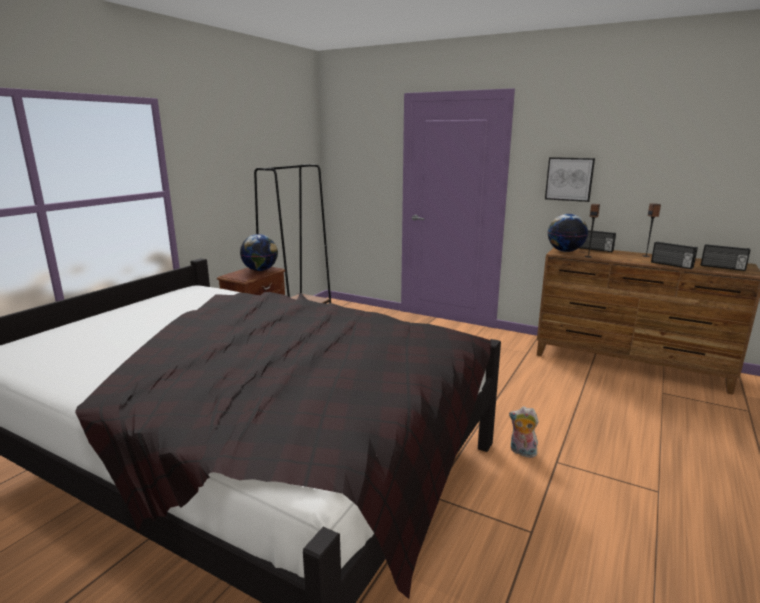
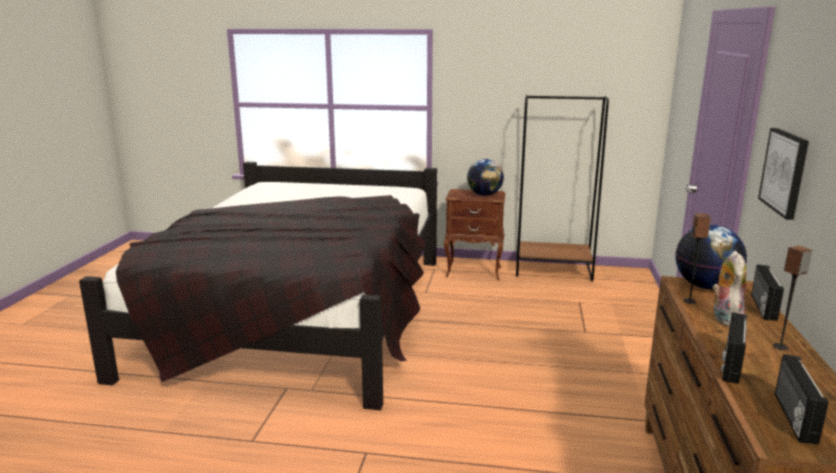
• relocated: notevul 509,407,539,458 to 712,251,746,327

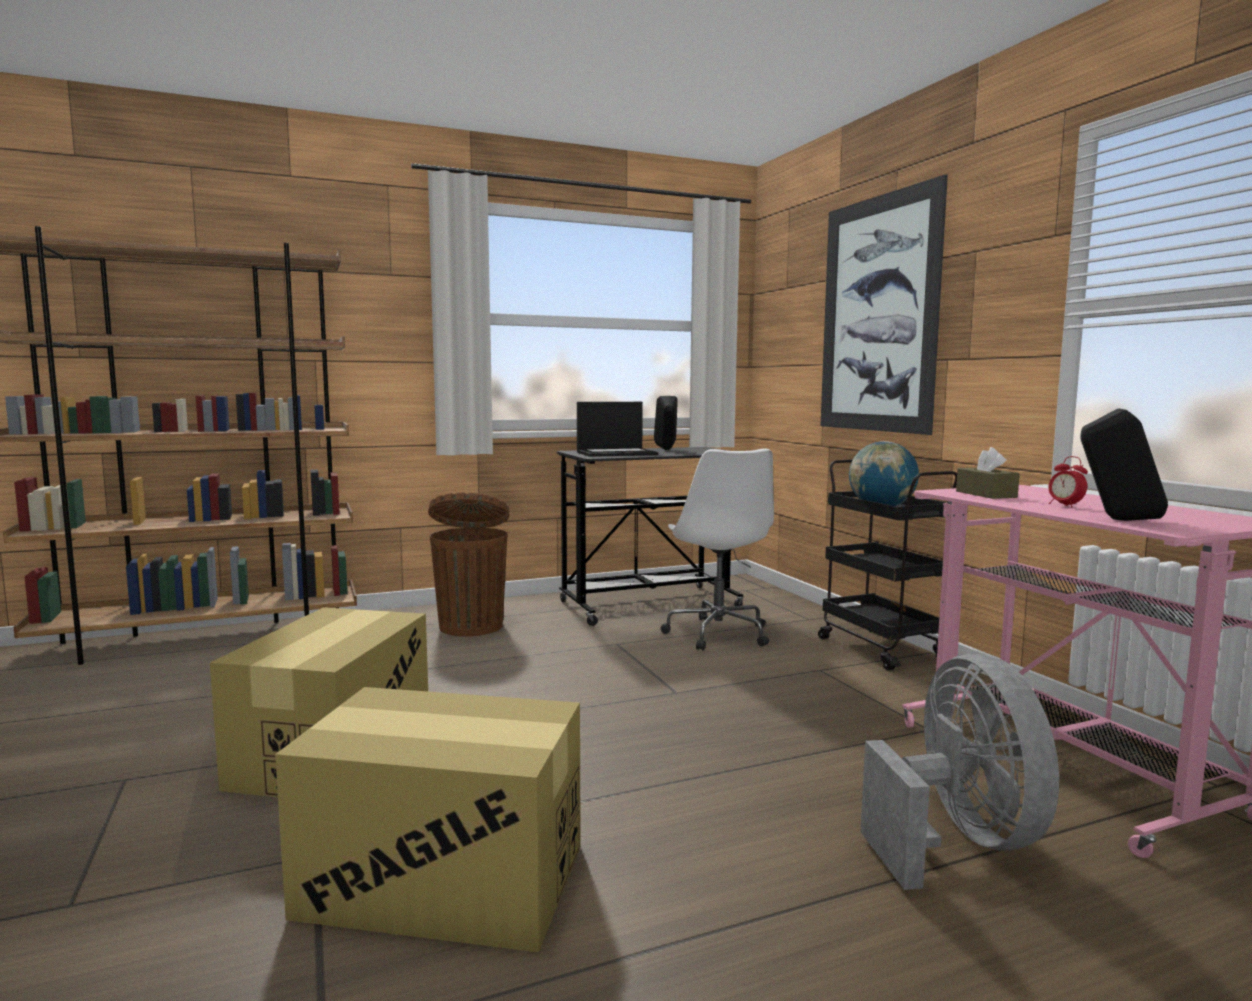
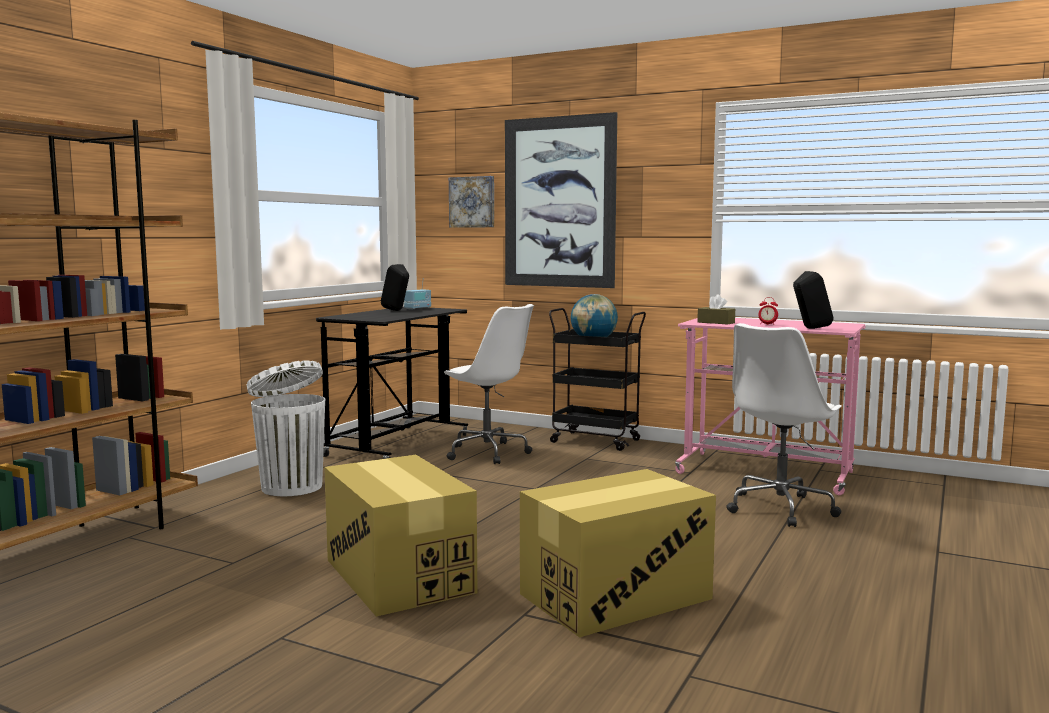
• missing: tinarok 577,402,658,457
• colour: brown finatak 428,493,509,636 to white finatak 246,360,325,496
• exchanged: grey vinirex 861,654,1059,890 to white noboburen 726,323,842,527
• appeared: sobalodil 449,176,494,228
• appeared: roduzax 404,278,431,309

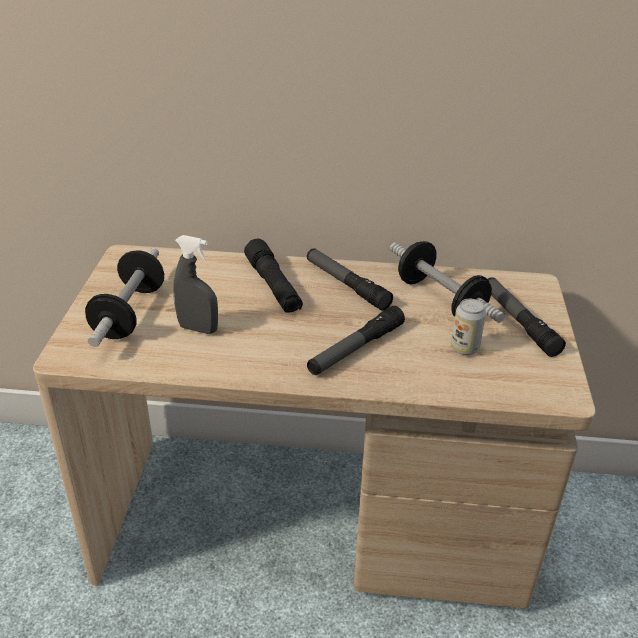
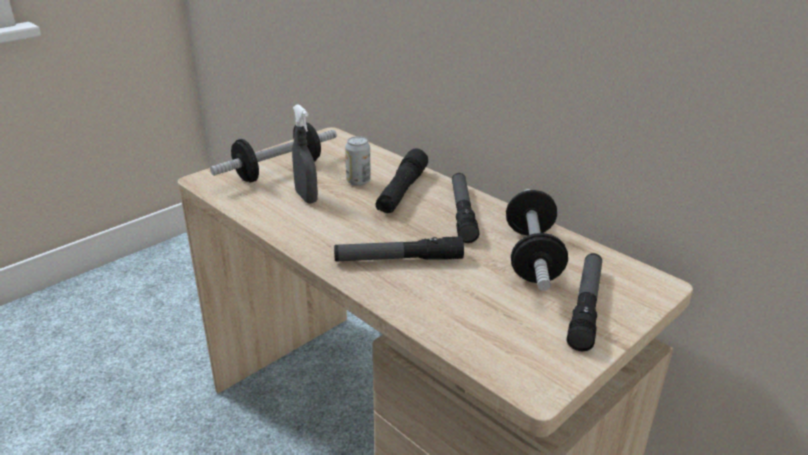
• relocated: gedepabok 451,299,486,355 to 345,136,371,186

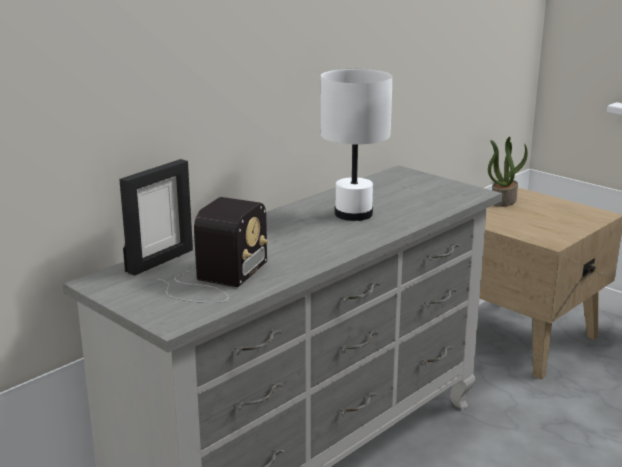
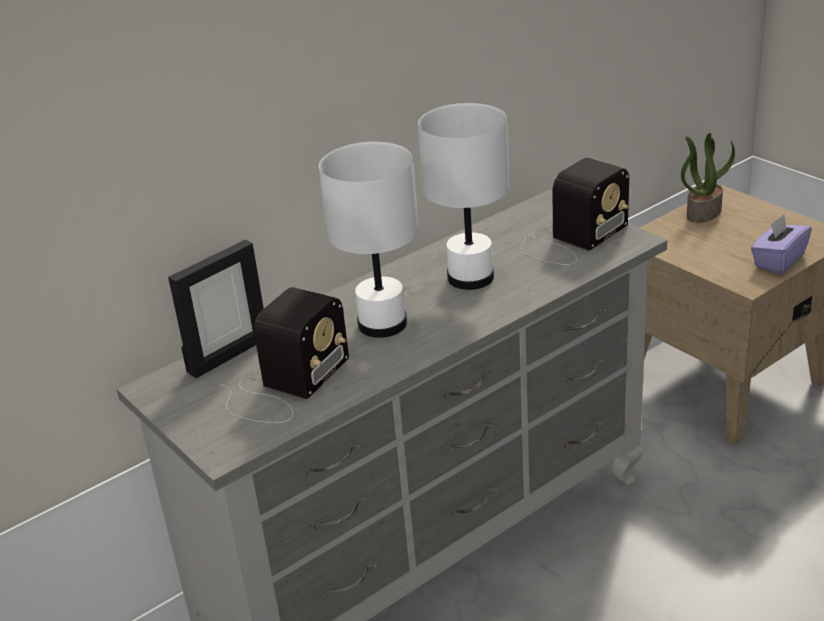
• appeared: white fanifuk 319,142,418,338
• appeared: roduzax 516,158,629,265
• appeared: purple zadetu 751,214,812,274

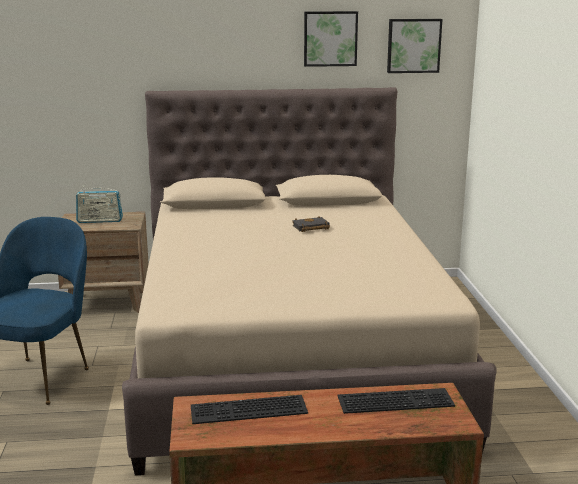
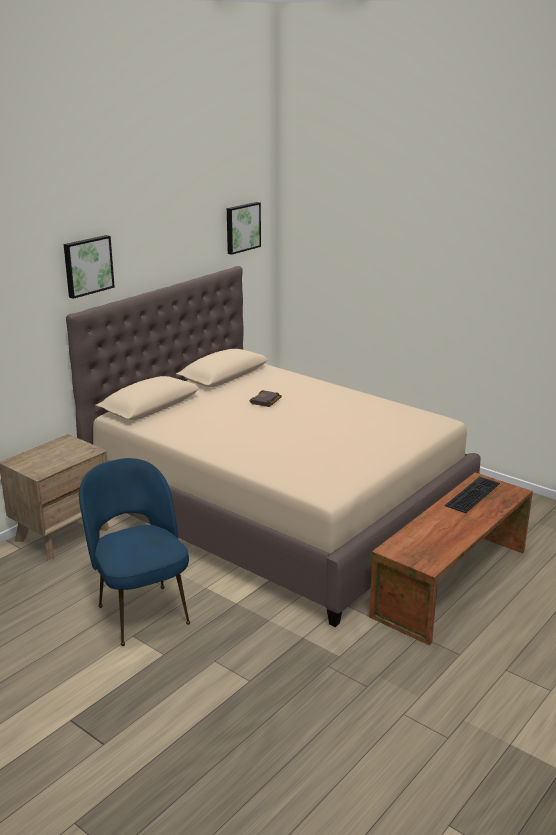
• relocated: sobalodil 304,11,358,67 to 64,235,115,299
• missing: roduzax 76,185,123,223
• missing: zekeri 191,395,308,424

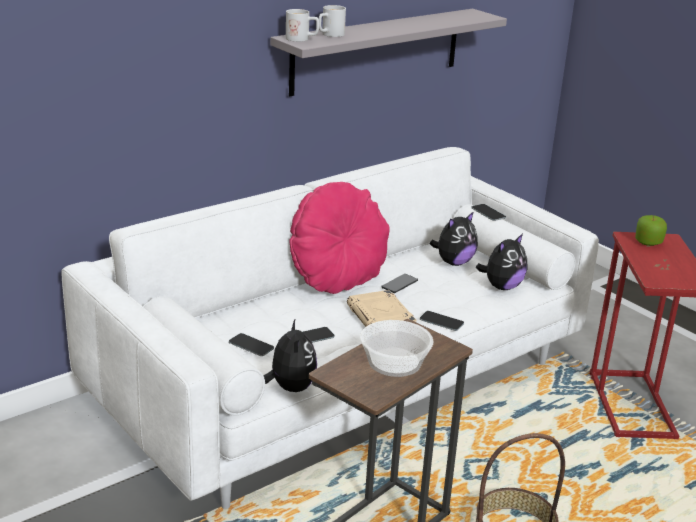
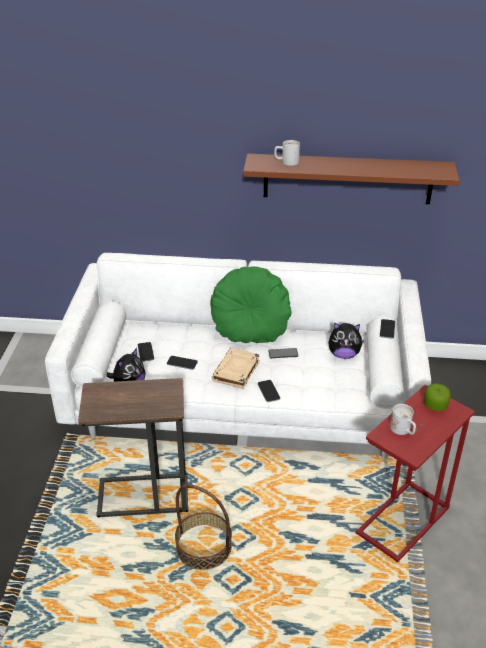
• colour: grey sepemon 270,9,507,96 to brown sepemon 243,154,460,204
• relocated: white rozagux 286,9,319,42 to 390,404,416,435
• colour: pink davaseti 289,182,390,294 to green davaseti 210,266,292,343
• missing: notevul 476,234,527,290
• missing: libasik 360,320,434,377

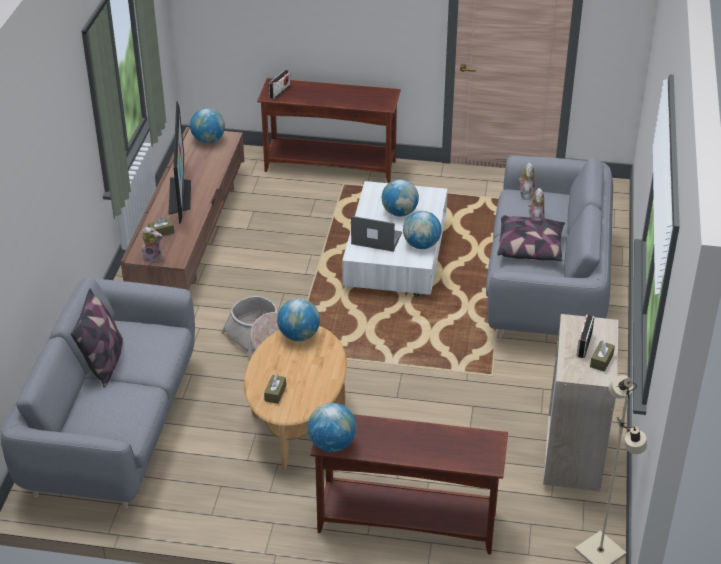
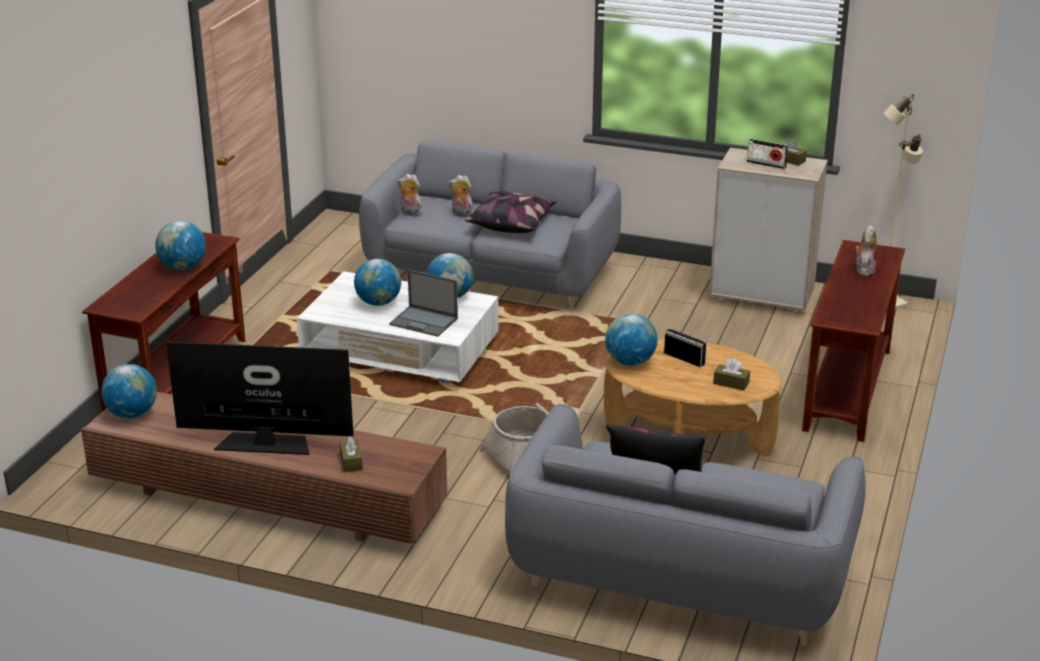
• relocated: roduzax 269,70,291,99 to 664,328,707,367
• spun: tinarok 351,216,402,252 = 389,270,458,337 90 degrees counterclockwise
• relocated: notevul 141,227,163,263 to 855,225,876,276
• relocated: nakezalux 307,403,356,452 to 155,221,206,270

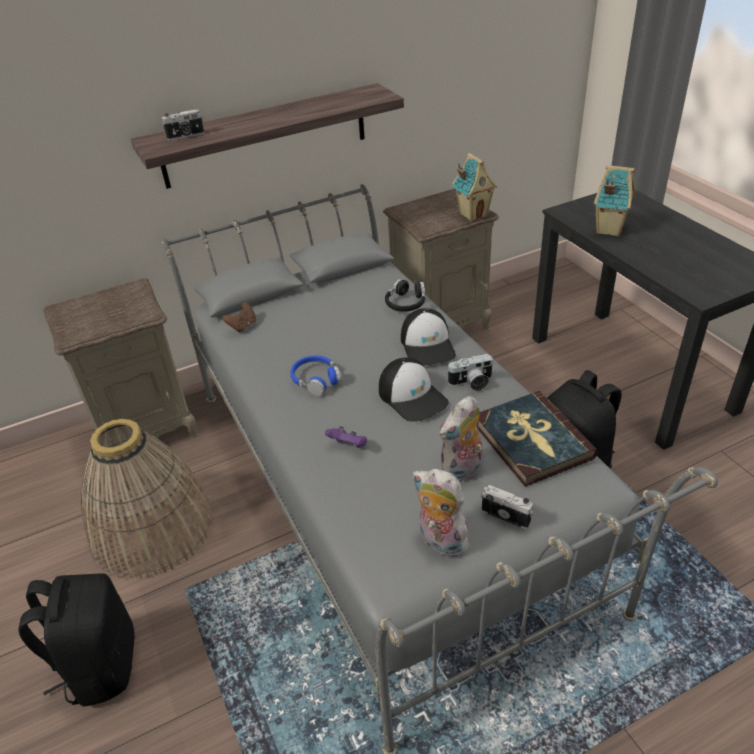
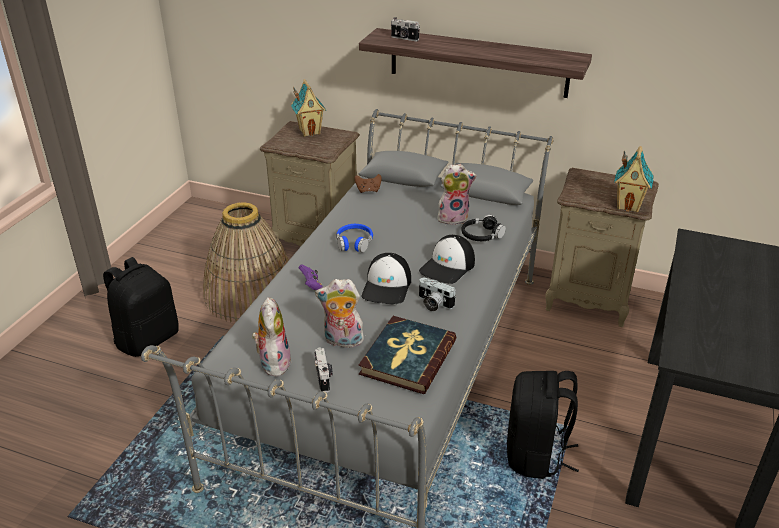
• relocated: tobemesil 594,165,635,237 to 291,79,326,137
• appeared: notevul 438,164,477,225

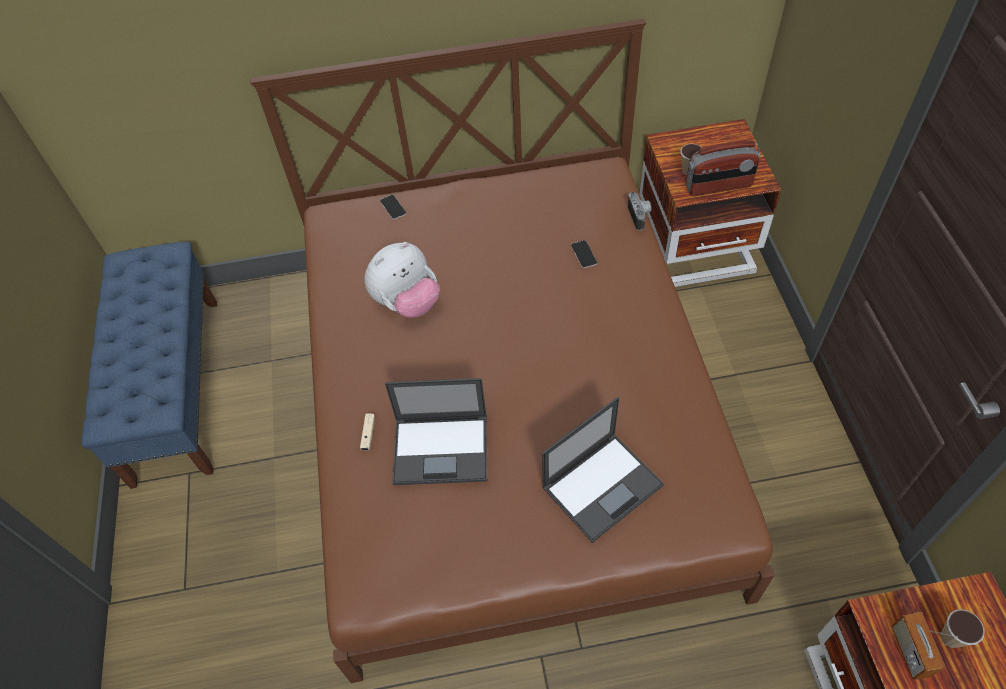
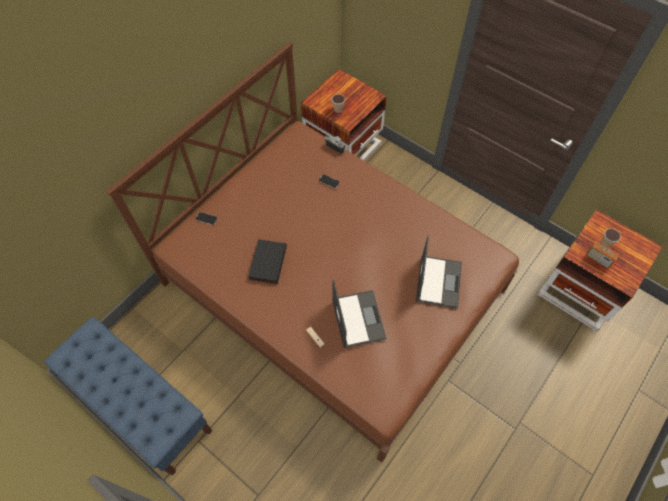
• missing: roduzax 686,140,761,196
• exchanged: notevul 364,242,440,318 to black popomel 248,239,287,284
• spun: tinarok 385,378,487,485 = 332,279,387,348 60 degrees counterclockwise

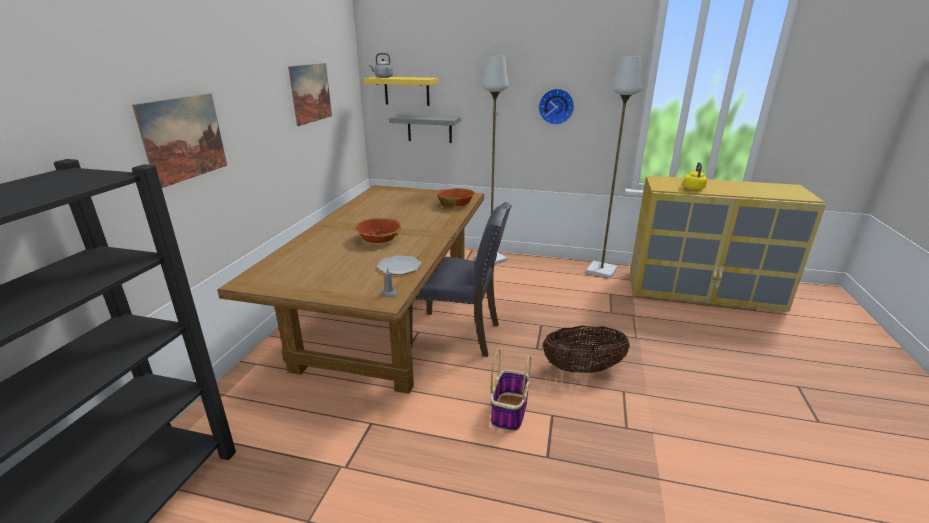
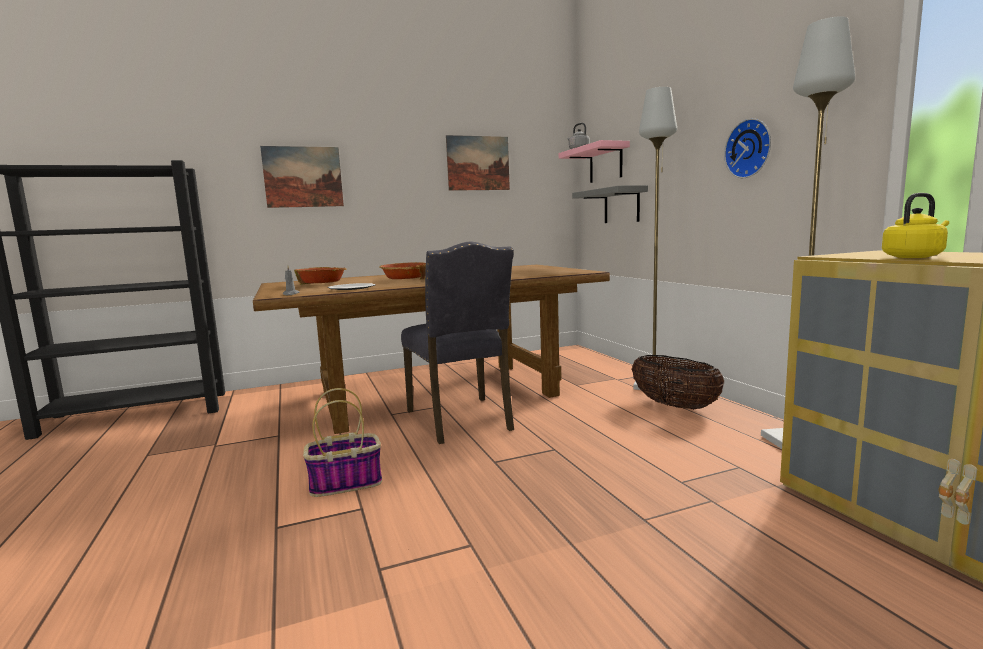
• colour: yellow sepemon 364,77,438,106 to pink sepemon 559,140,630,183
• relocated: libasik 437,188,475,209 to 294,267,347,285
• relocated: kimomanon 542,326,630,373 to 631,355,724,410

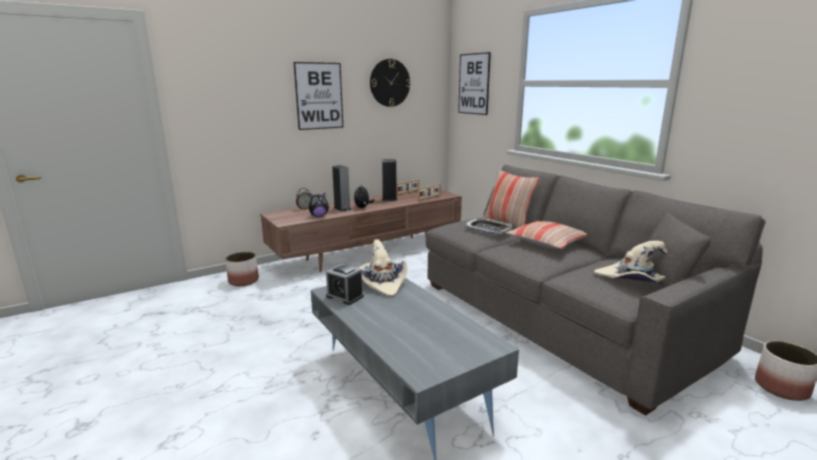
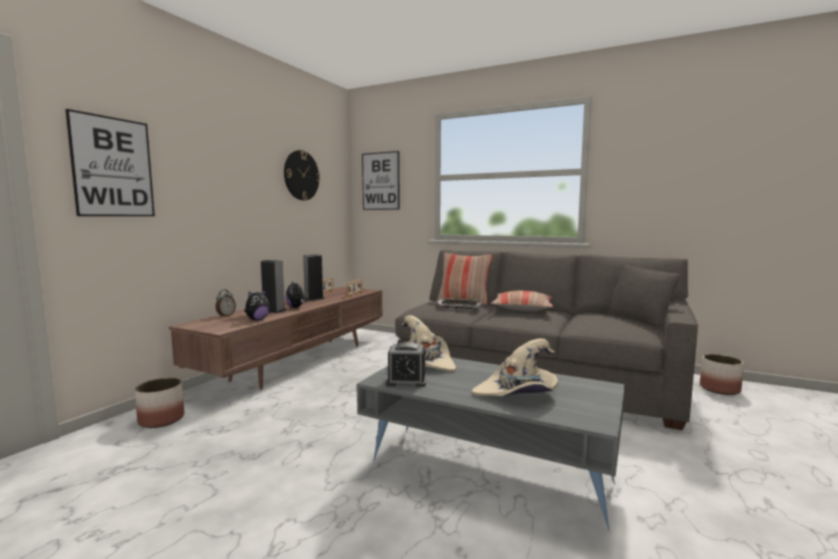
• relocated: sobalodil 294,62,343,130 to 65,109,155,216
• relocated: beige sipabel 594,241,667,282 to 472,338,558,396

